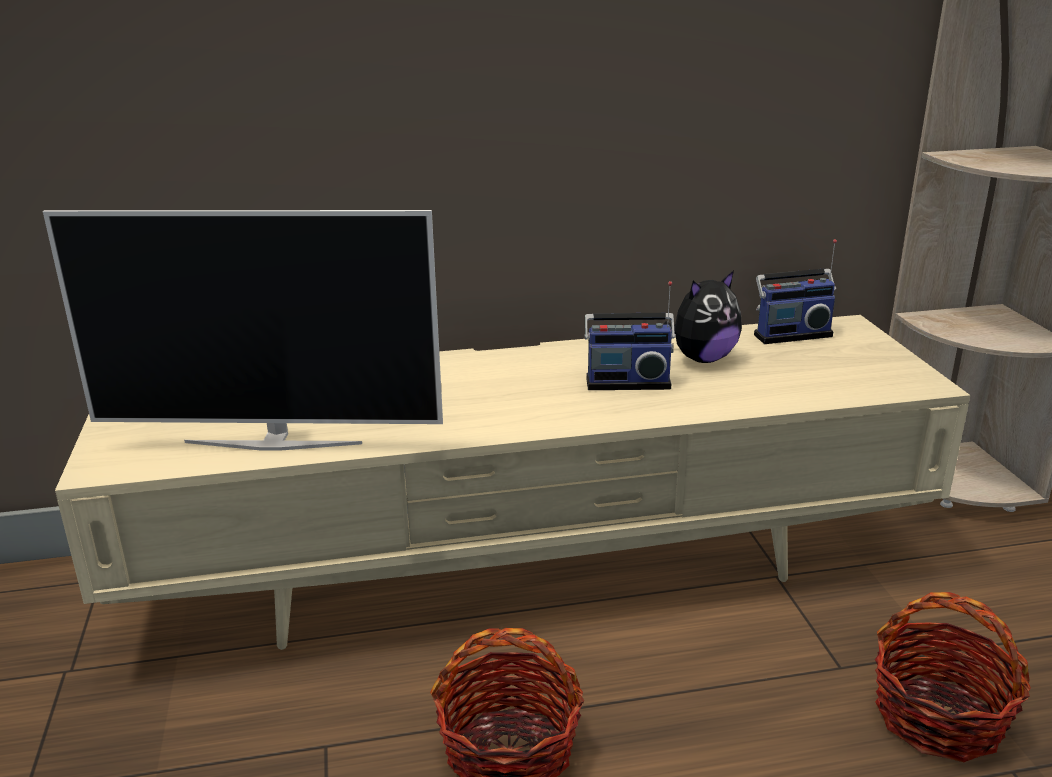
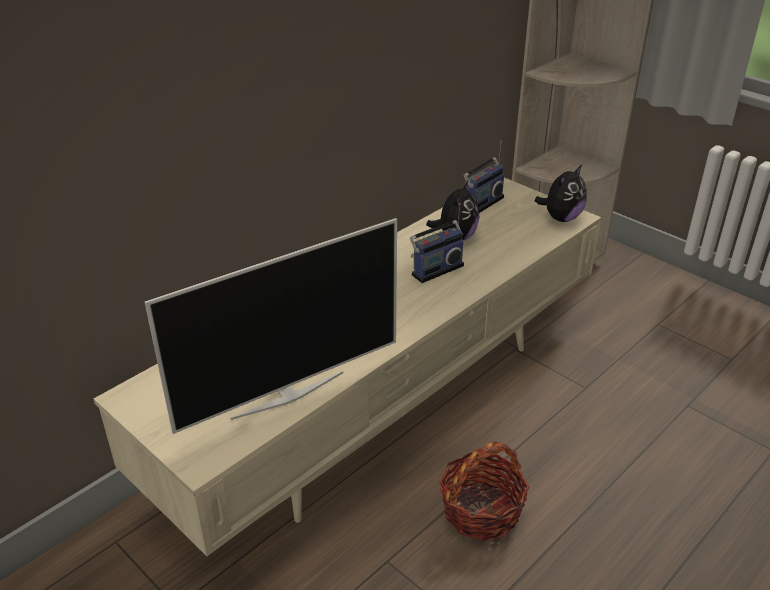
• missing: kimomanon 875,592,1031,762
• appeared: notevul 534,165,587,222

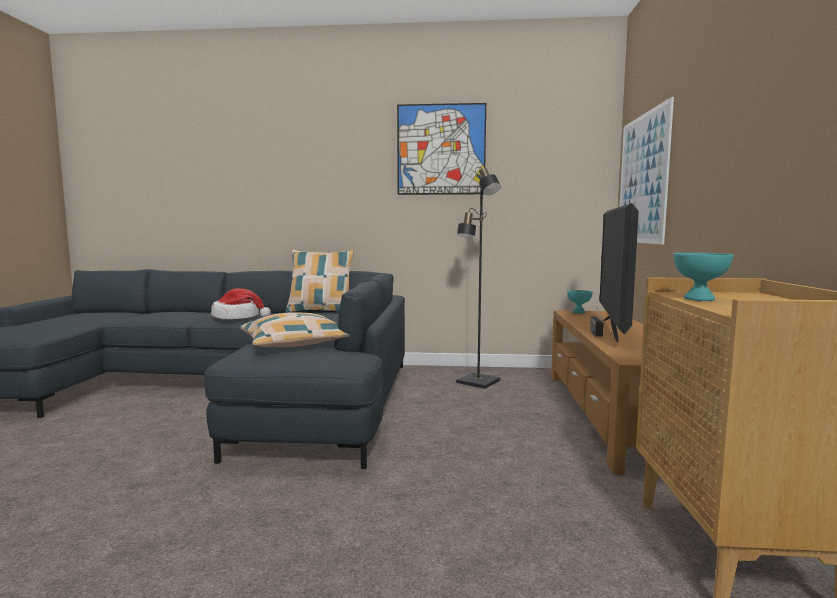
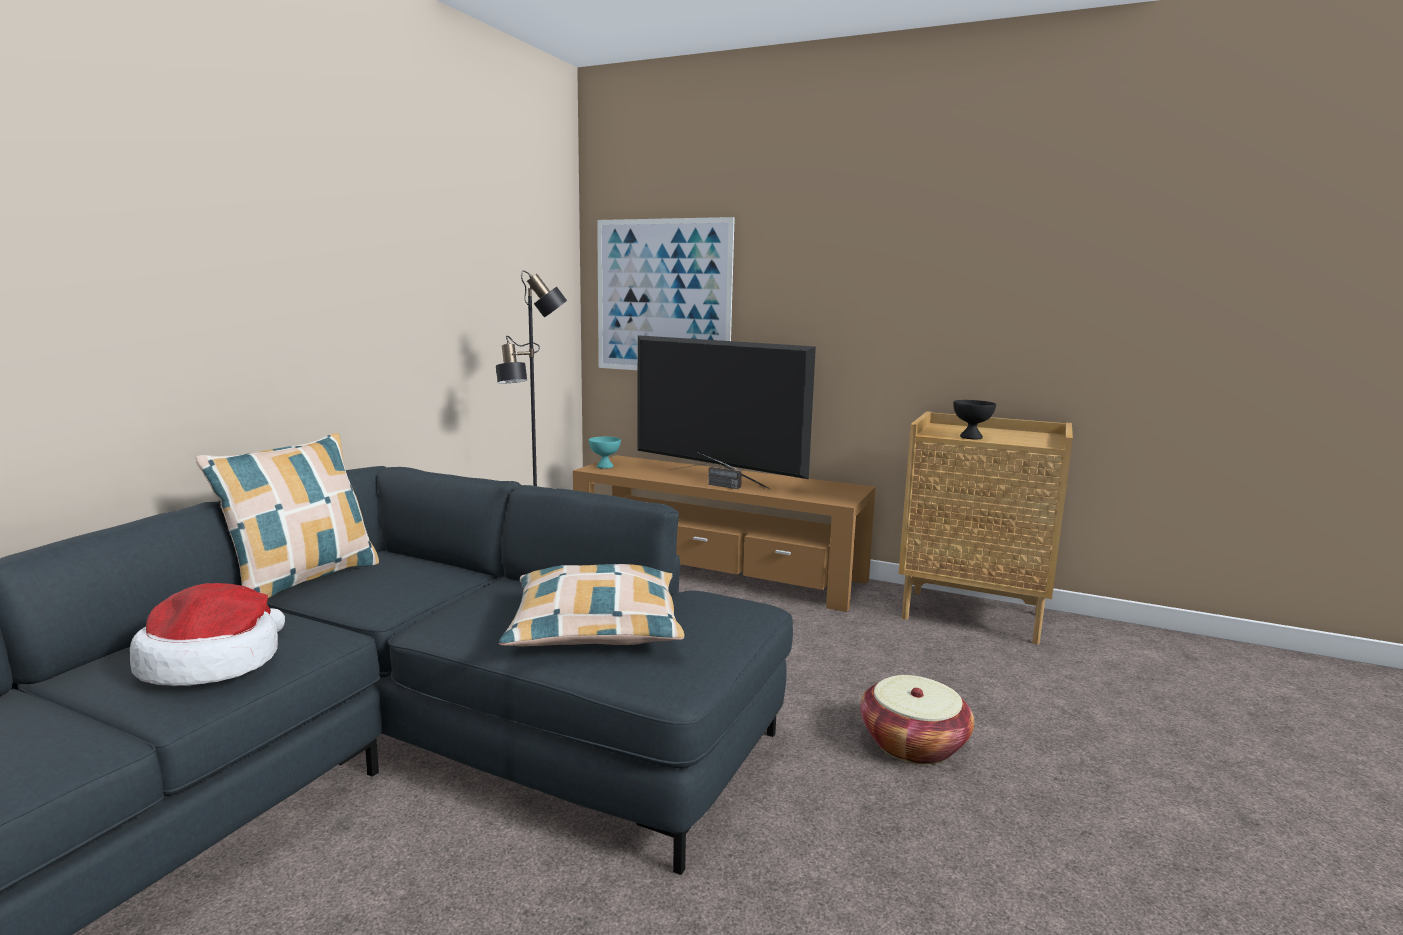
• missing: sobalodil 397,103,486,195
• colour: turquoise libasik 673,253,733,301 to black libasik 953,400,996,439
• appeared: kimomanon 860,675,974,764

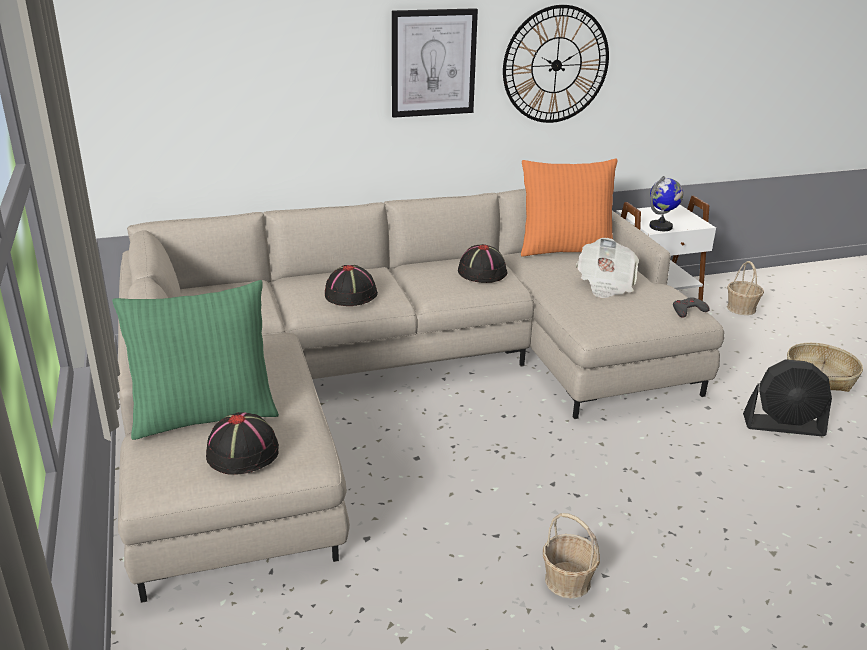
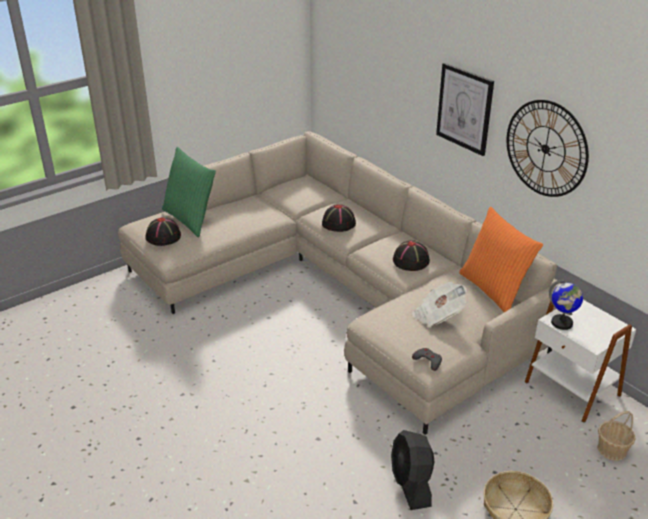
• missing: kimomanon 543,513,600,599

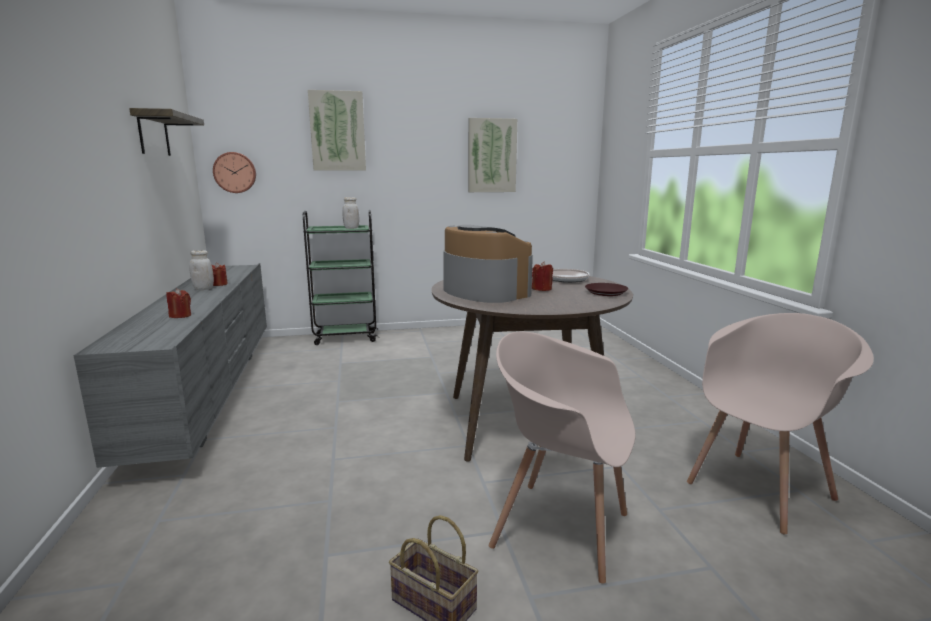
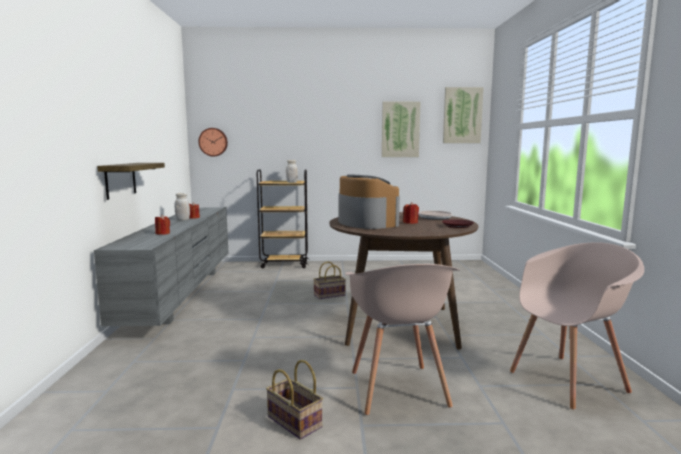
• relocated: sobalodil 308,90,366,171 to 443,87,484,143
• relocated: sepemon 129,108,204,156 to 97,163,165,200
• colour: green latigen 303,210,379,345 to brown latigen 257,169,310,268
• spun: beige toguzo 489,331,635,584 = 345,264,460,415 135 degrees counterclockwise
• appeared: kimomanon 313,262,346,299

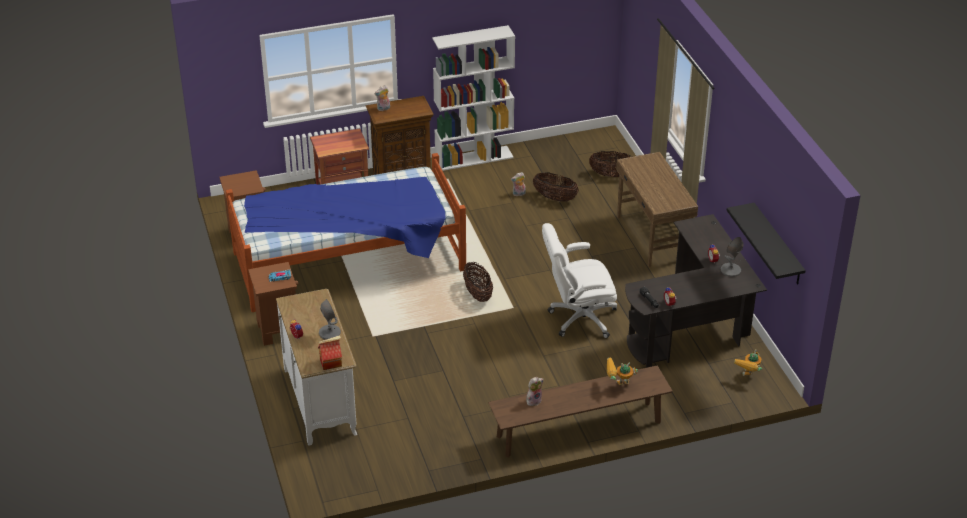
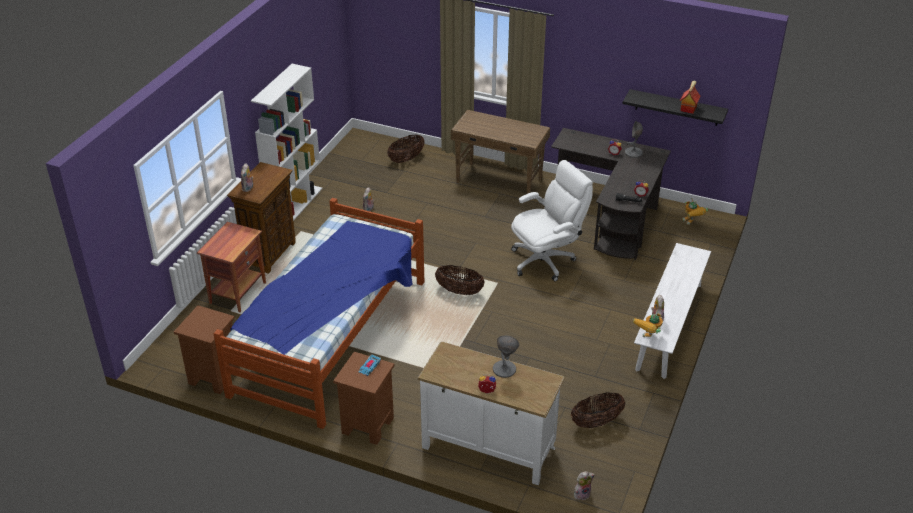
• relocated: kimomanon 533,172,579,201 to 571,392,625,428
• spun: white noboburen 542,223,617,338 = 511,160,593,281 150 degrees counterclockwise
• relocated: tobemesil 318,335,342,370 to 680,80,701,114
• relocated: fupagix 607,358,638,385 to 633,311,663,337
• colour: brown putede 488,365,673,458 to white putede 634,243,711,379
• appeared: notevul 574,471,595,500

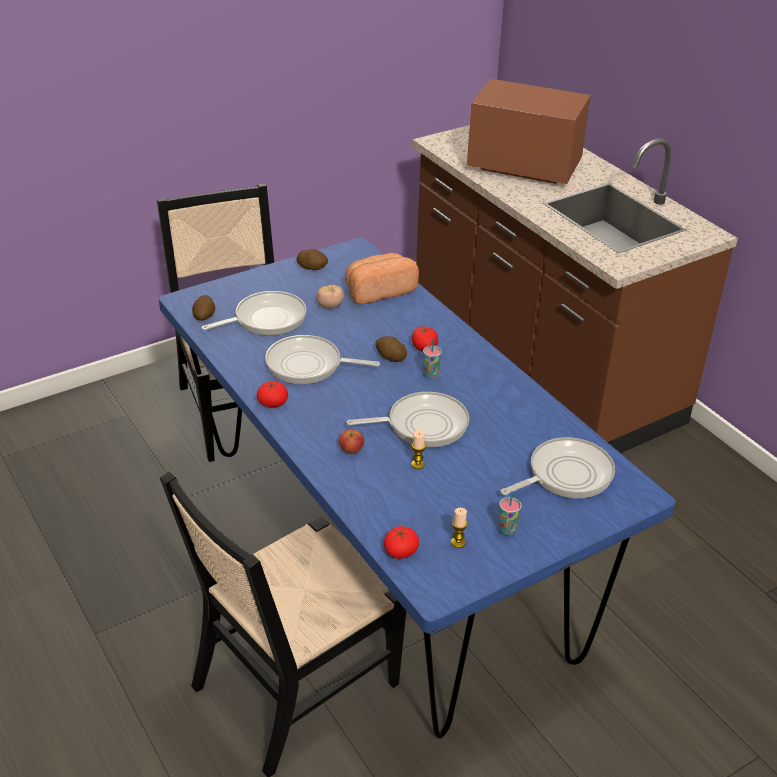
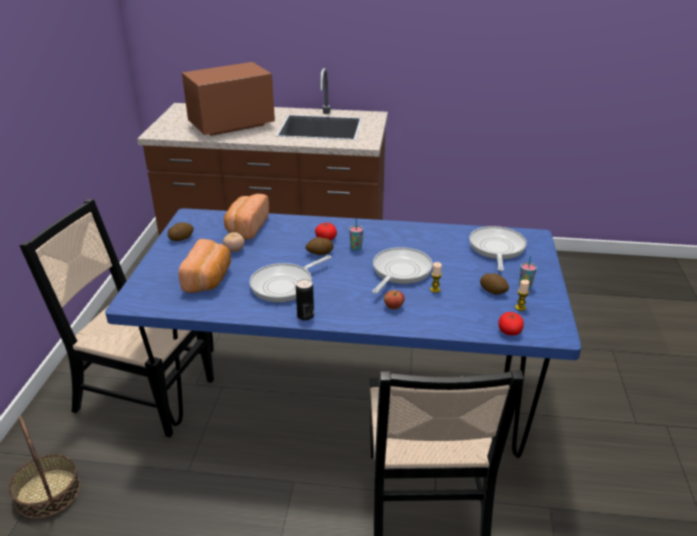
• exchanged: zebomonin 202,291,306,335 to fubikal 178,239,231,293
• relocated: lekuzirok 192,295,215,321 to 480,273,509,295
• exchanged: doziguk 257,381,288,407 to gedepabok 296,279,314,321
• appeared: kimomanon 9,416,81,519

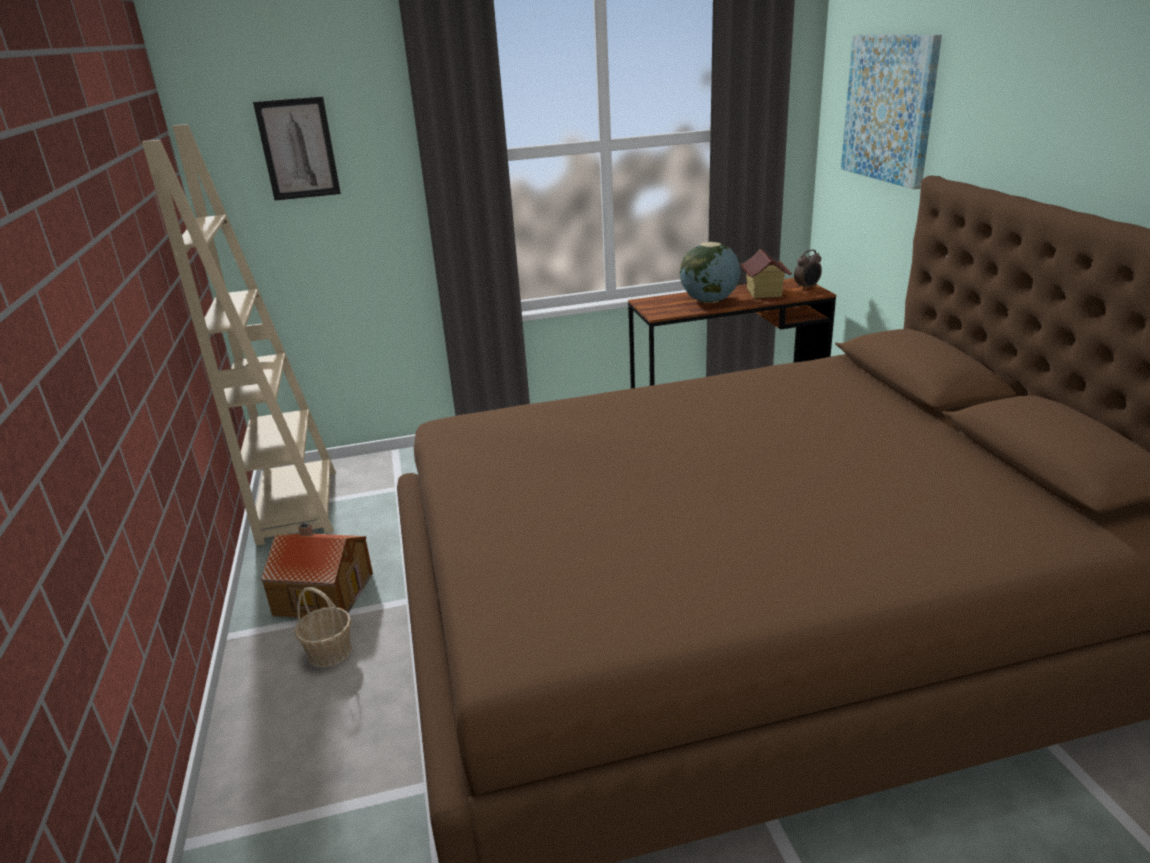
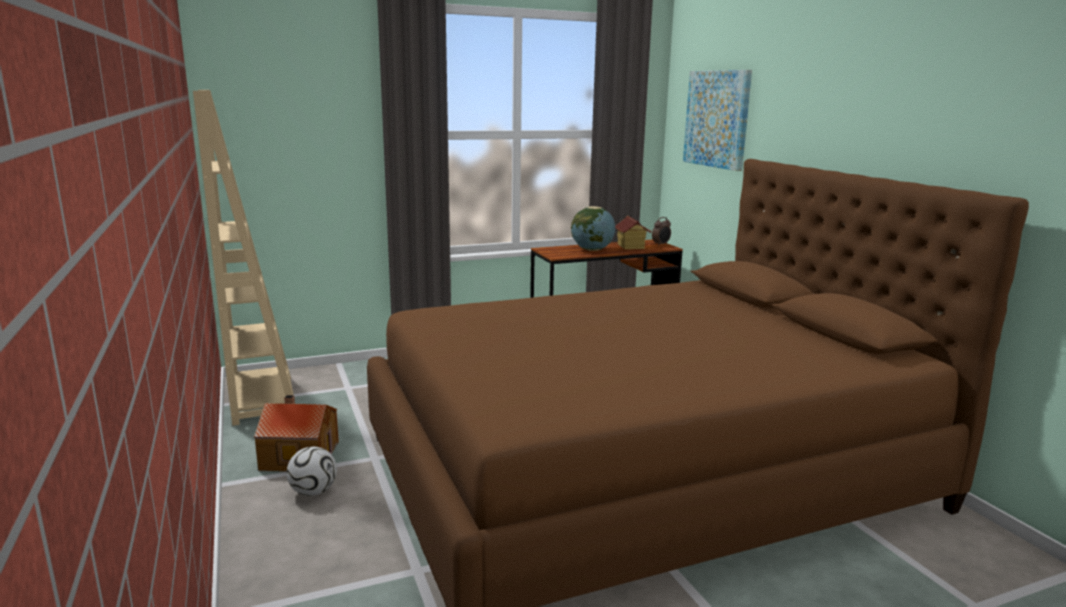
• missing: sobalodil 253,96,341,200
• exchanged: kimomanon 295,587,352,667 to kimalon 286,446,337,496

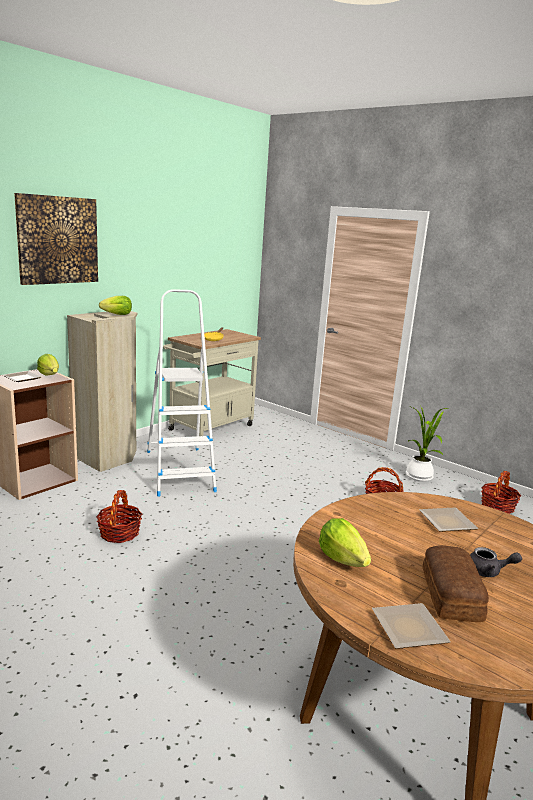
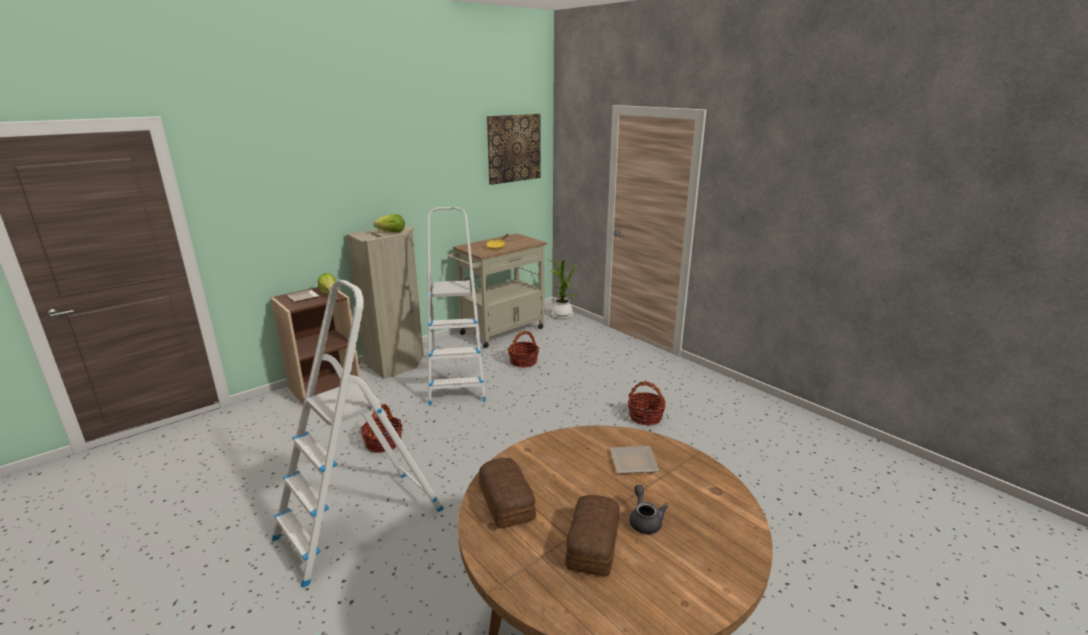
• relocated: sobalodil 14,193,98,285 to 487,114,541,185
• relocated: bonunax 406,406,448,482 to 550,260,577,319
• relocated: kimomanon 481,471,521,514 to 507,331,539,368
• exchanged: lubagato 319,518,371,567 to fubikal 479,458,536,529
• spun: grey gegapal 470,547,522,577 = 629,485,668,534 120 degrees counterclockwise
• missing: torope 372,603,451,649
• appeared: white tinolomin 272,280,444,588

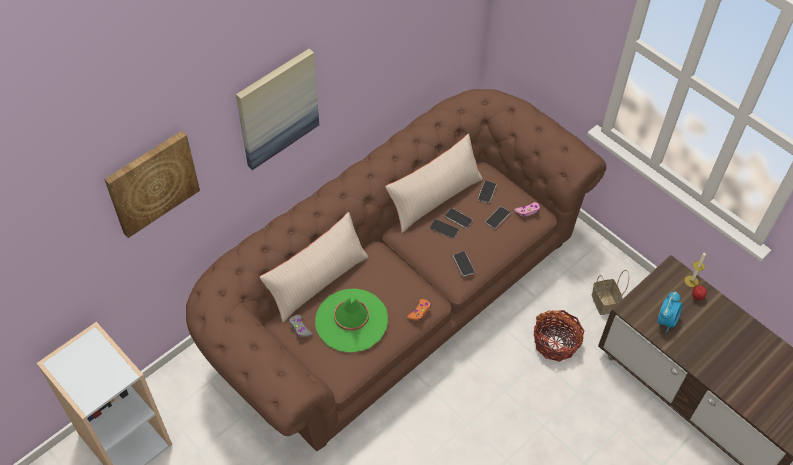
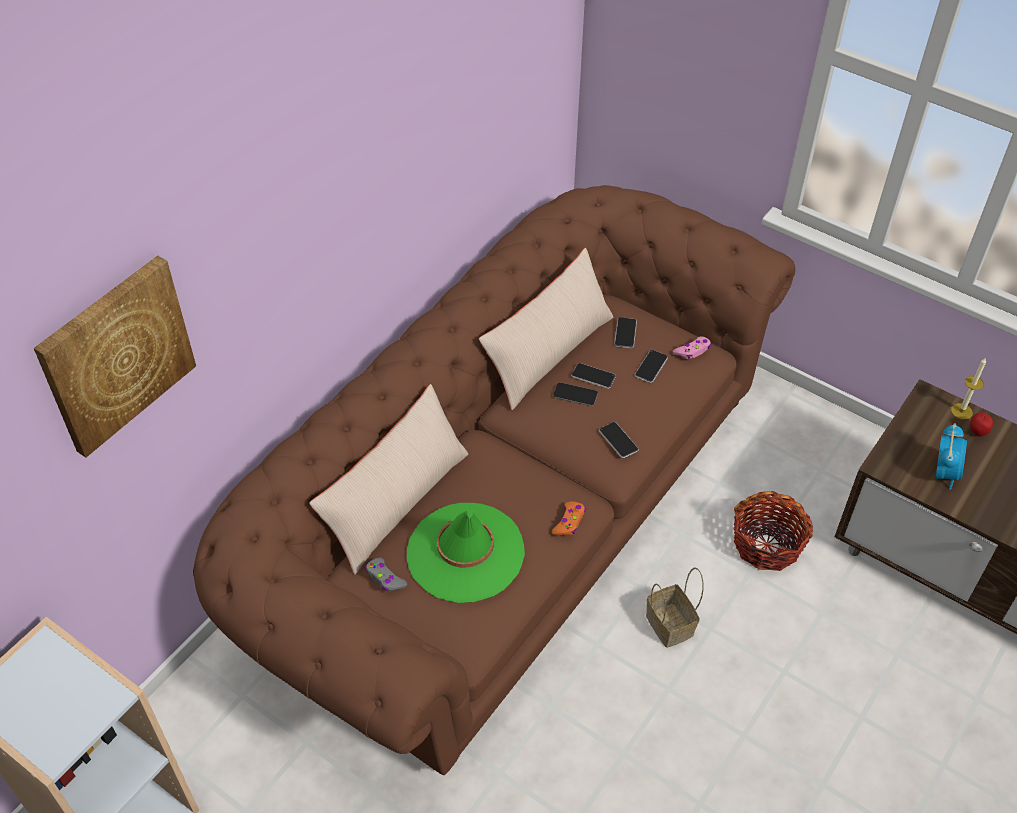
• missing: sobalodil 236,49,319,170
• relocated: kimomanon 592,270,629,315 to 646,567,704,648

